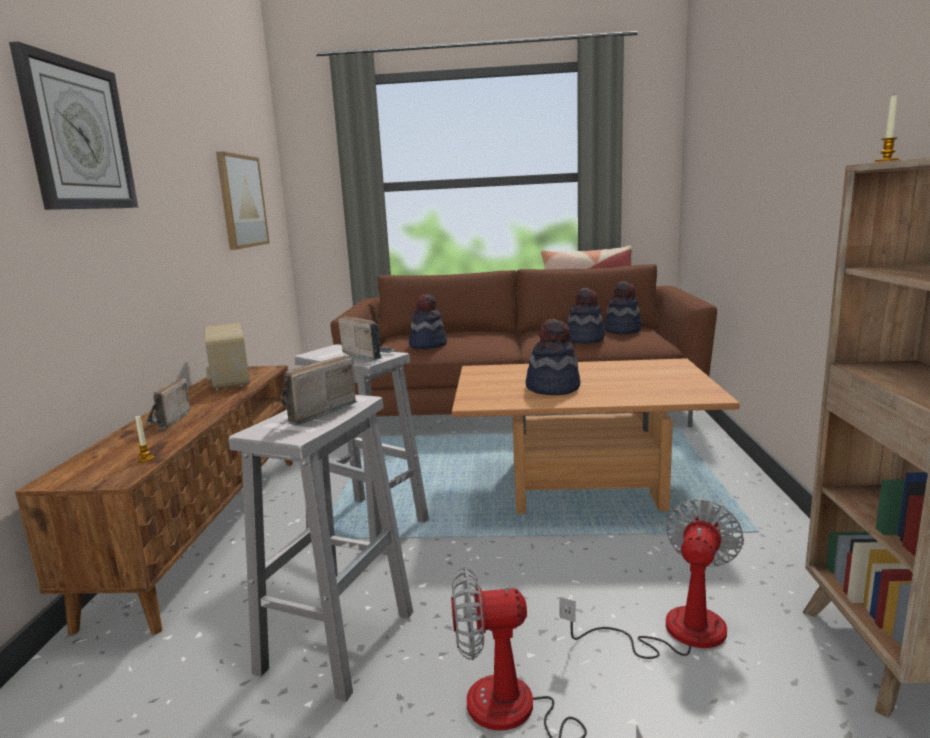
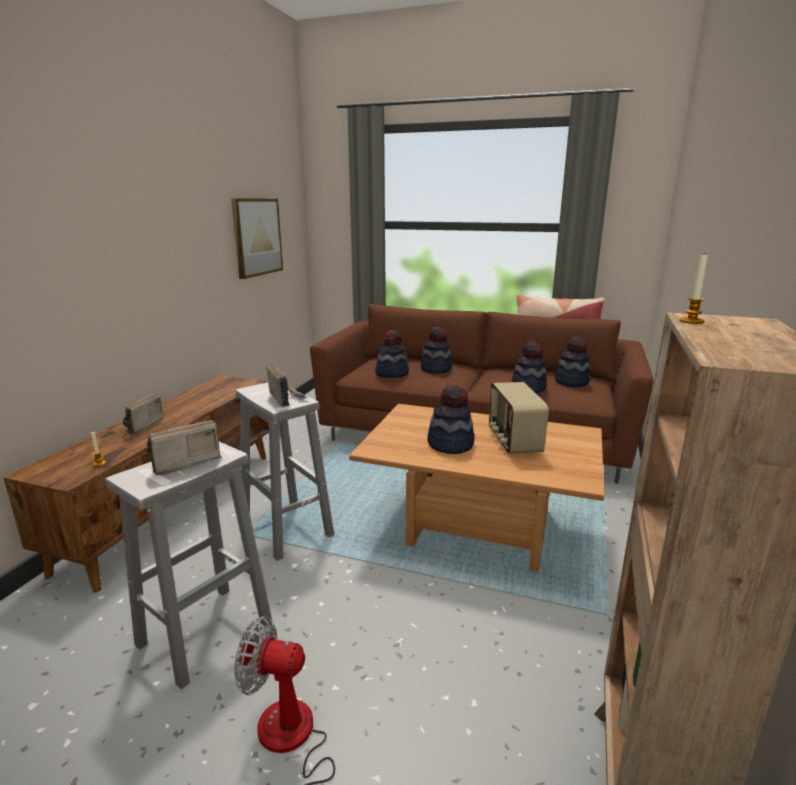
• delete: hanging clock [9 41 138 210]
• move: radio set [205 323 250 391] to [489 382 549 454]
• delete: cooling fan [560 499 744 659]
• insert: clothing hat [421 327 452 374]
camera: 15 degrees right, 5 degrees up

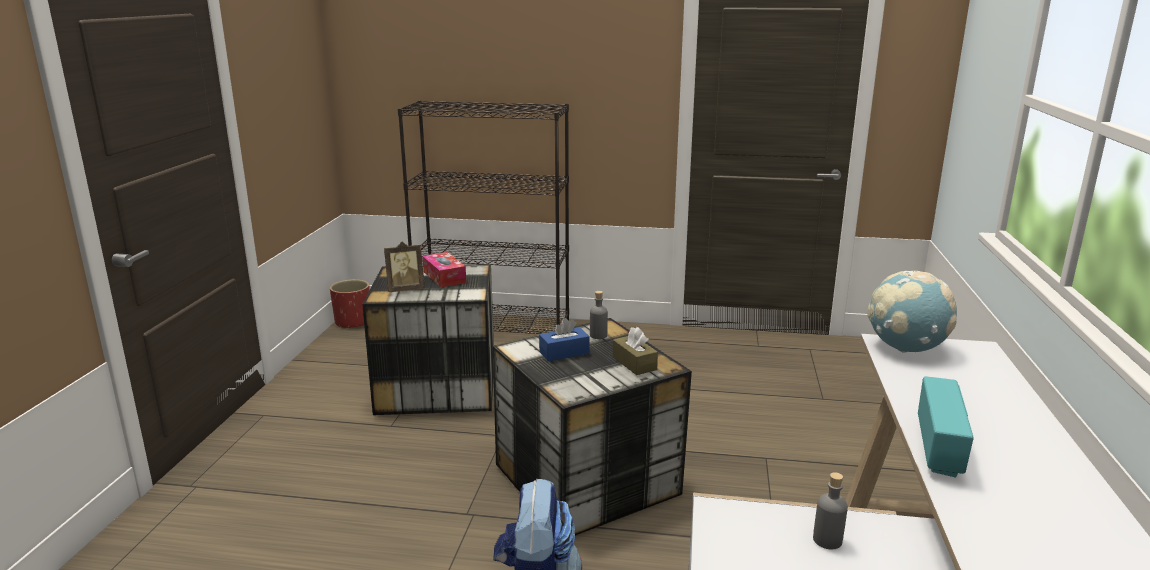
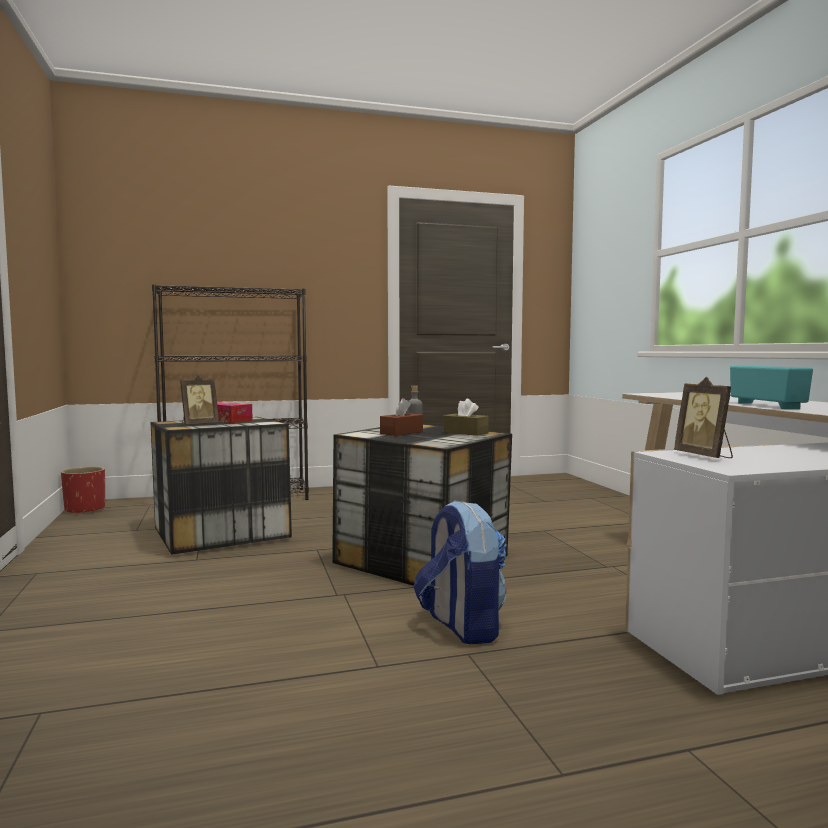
• recolor: tissue holder/blue-coloured [539 318 590 361] to tissue holder/brown-coloured [380 398 423 436]
• delete: beverage bottle/grey [813 472 848 549]
• delete: globe [867 271 957 353]
• insert: standing frame [674 377 733 458]
camera: 25 degrees left, 15 degrees down

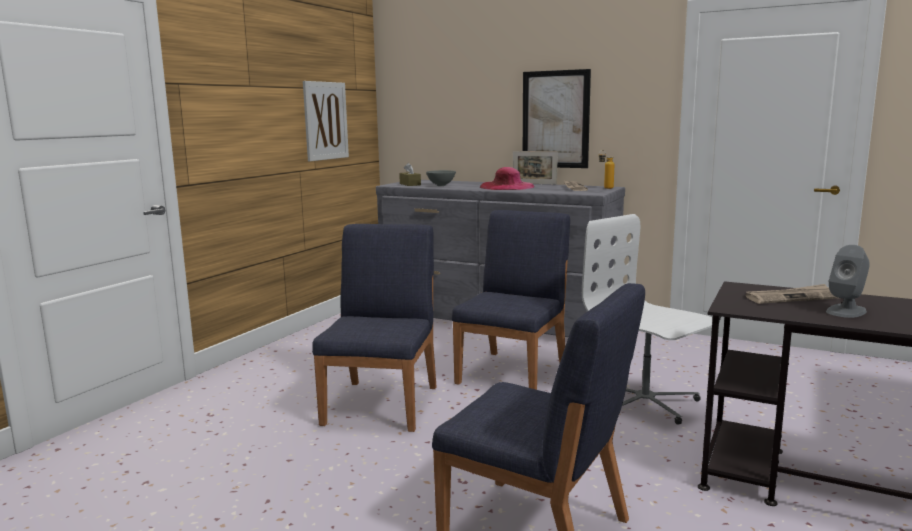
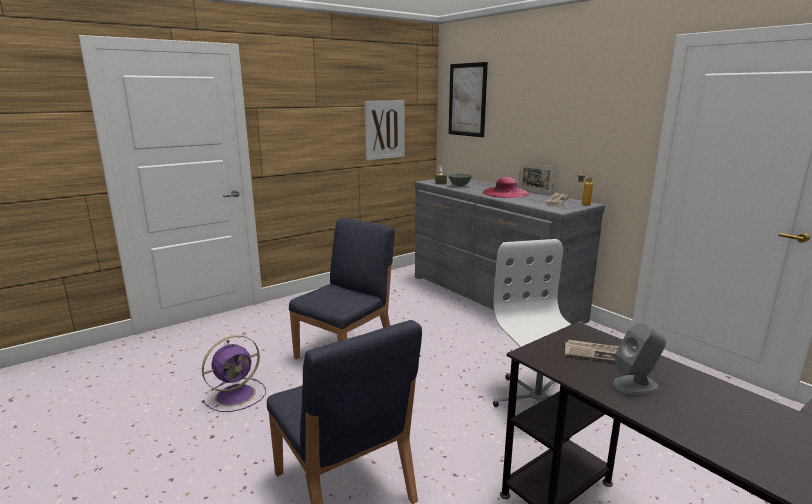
• delete: upright chair/blue-coloured [452 210 570 390]
• move: wall picture [523 69 591 168] to [448 62 488 137]
• insert: cooling fan/purplish [202 335 266 412]
camera: 25 degrees right, 5 degrees up

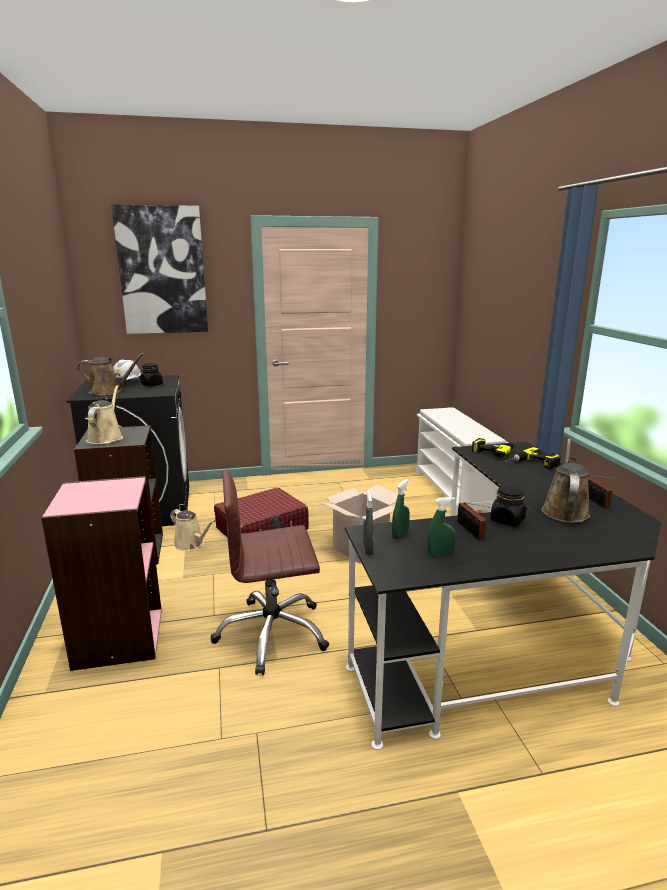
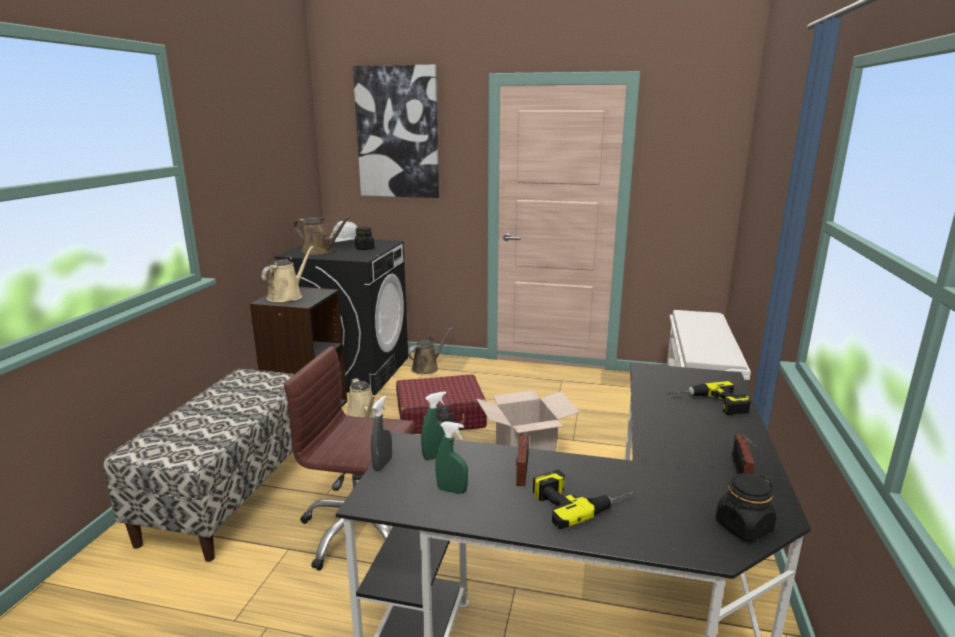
• replace: bookcase/pinkish [41 476 162 671] to bench [104 369 295 562]
• move: drill [472 438 517 458] to [533 470 635 529]
• move: jar/black-coloured [490 485 526 526] to [716 473 776 542]
• move: watering can/brown-coloured [542 439 590 523] to [408 327 452 374]
camera: 25 degrees right, 0 degrees up

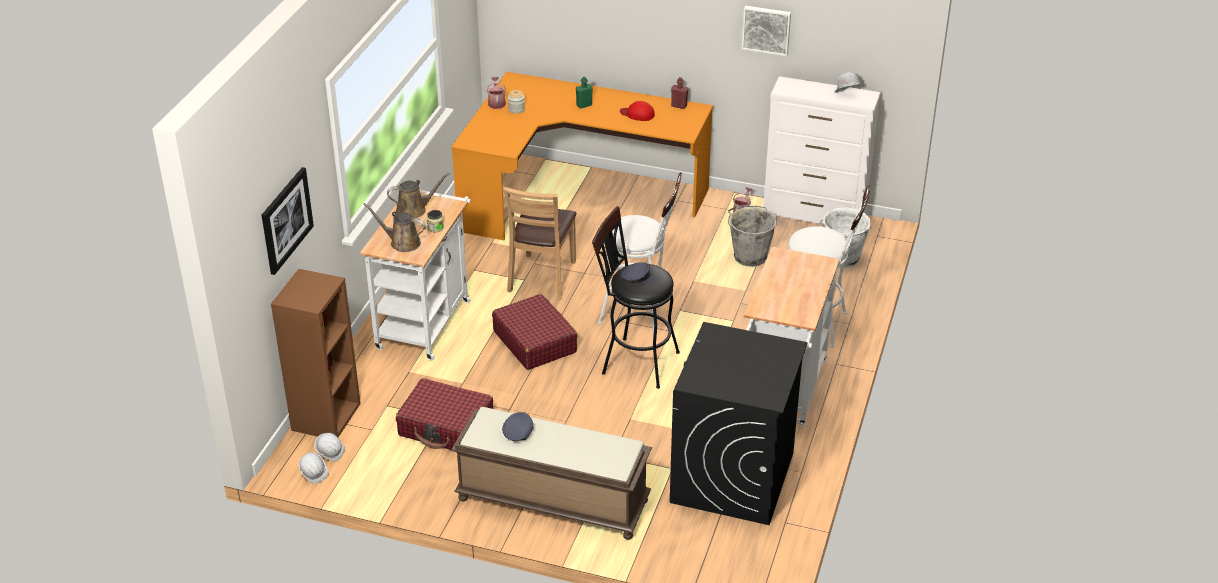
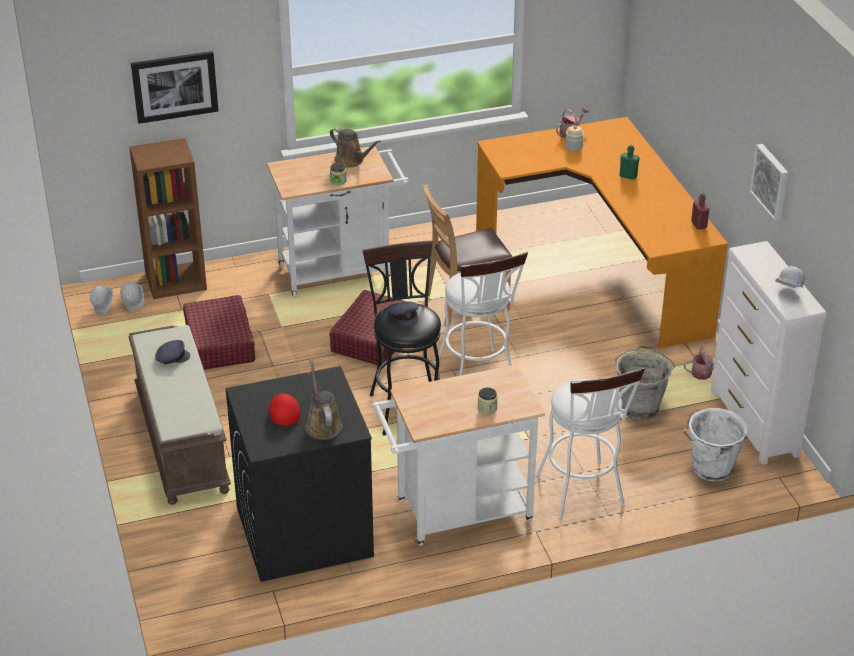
• move: watering can/brown-coloured [363 203 426 252] to [306 359 342 440]
• move: peaked cap/red [620 101 655 121] to [269 393 300 425]
• insert: jar [478 388 498 415]
camera: 55 degrees right, 0 degrees up

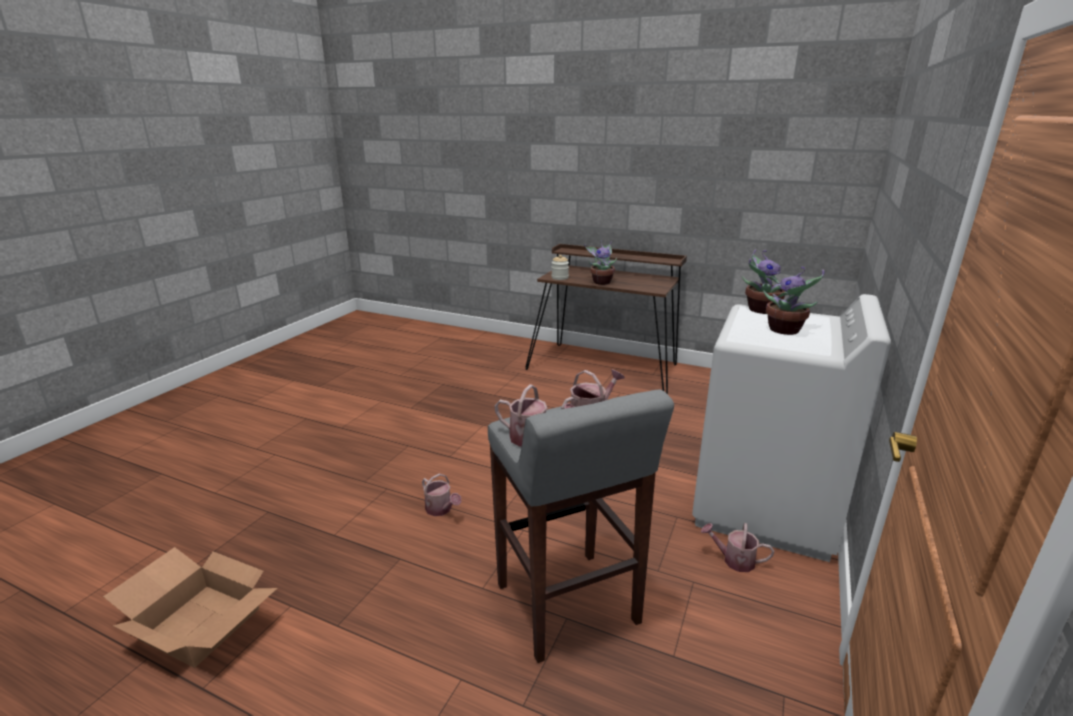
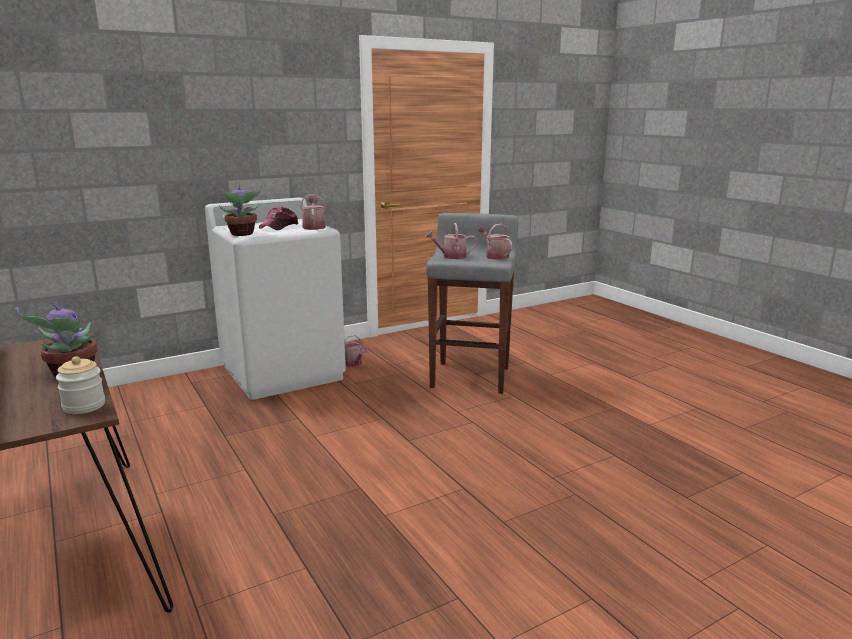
• delete: cardboard box [103 547 277 667]
• move: watering can [422 474 461 516] to [300 194 326 230]
• replace: potted plant [763 267 824 335] to peaked cap [259 207 298 230]
camera: 145 degrees left, 5 degrees down

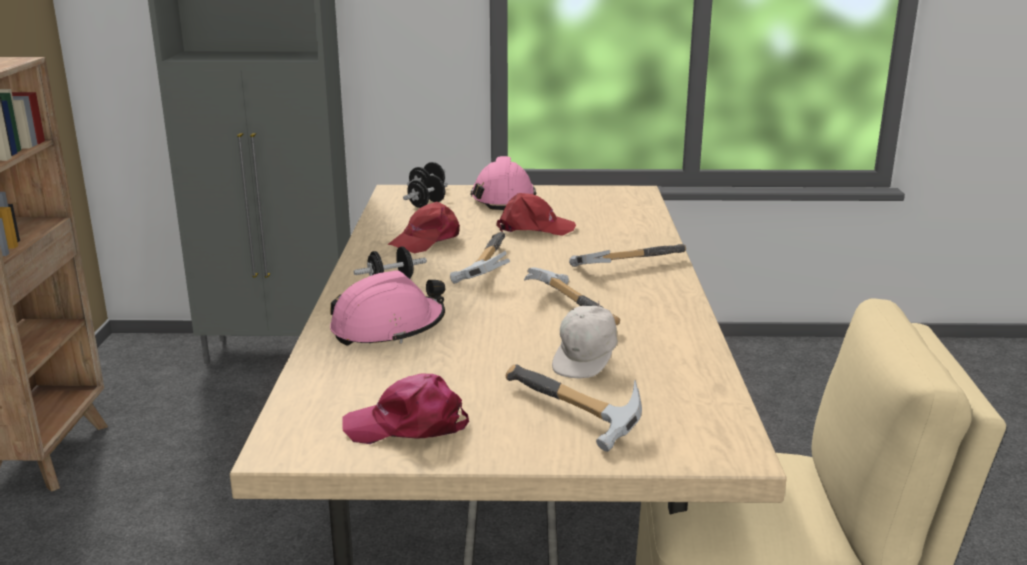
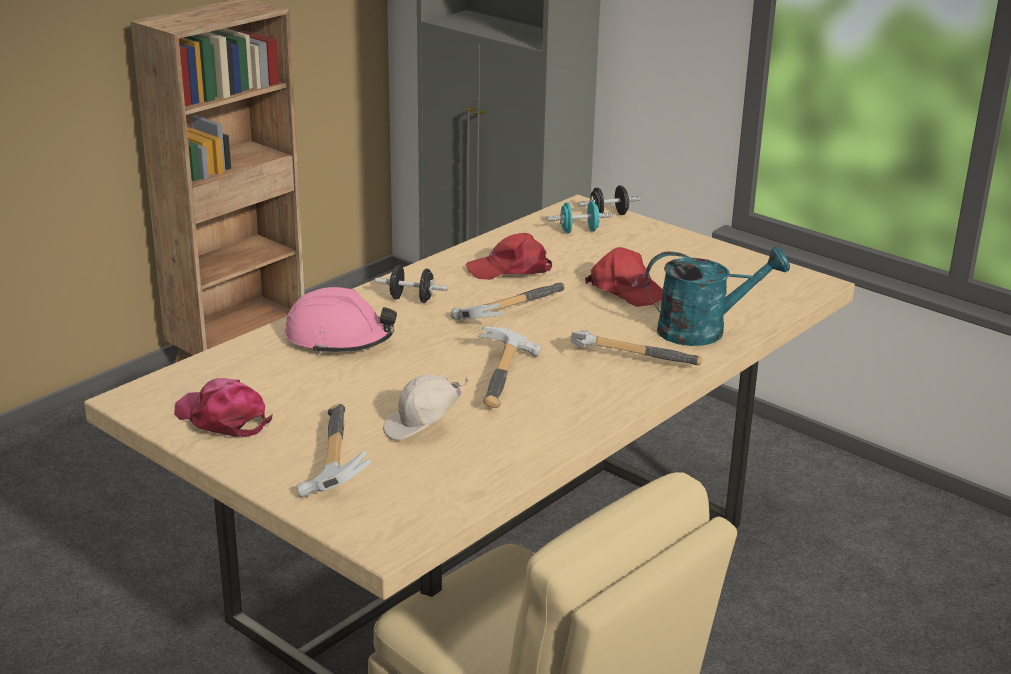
• recolor: hand weight/black-coloured [403 175 448 208] to hand weight/turquoise-coloured [547 201 613 233]
• delete: work helmet/pinkish [470 156 536 210]
• insert: watering can/turquoise-coloured [645 246 790 346]
camera: 40 degrees right, 5 degrees up

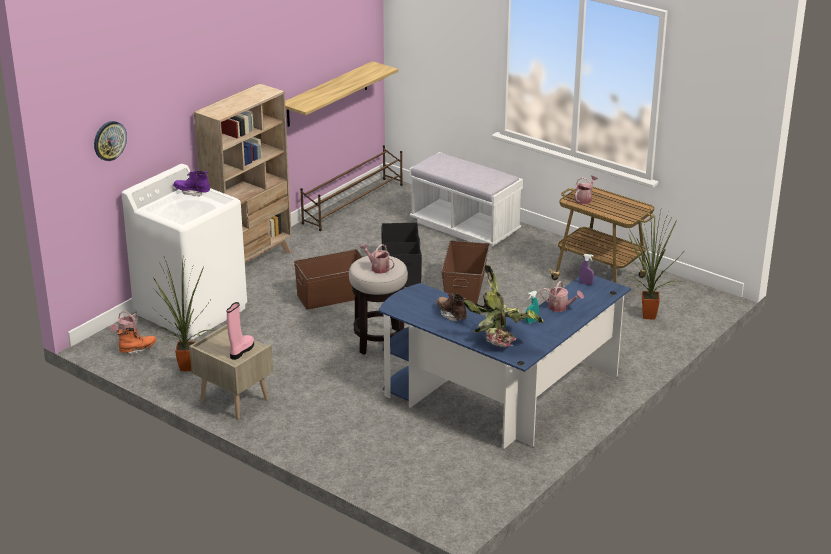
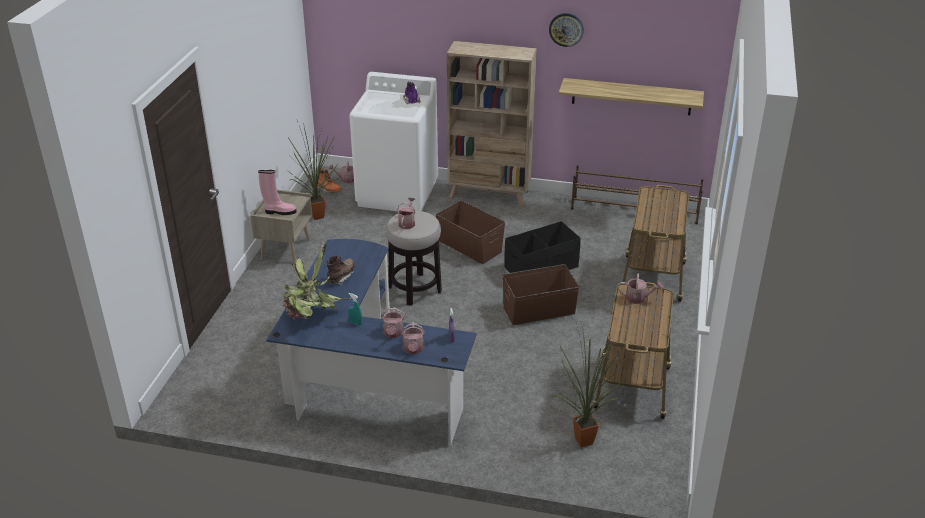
• move: hanging clock [94 121 127 161] to [549 13 584 47]
• replace: bench/whitish [410 152 523 249] to cart [623 185 689 302]
• insert: watering can [402 322 425 354]
camera: 65 degrees right, 5 degrees up

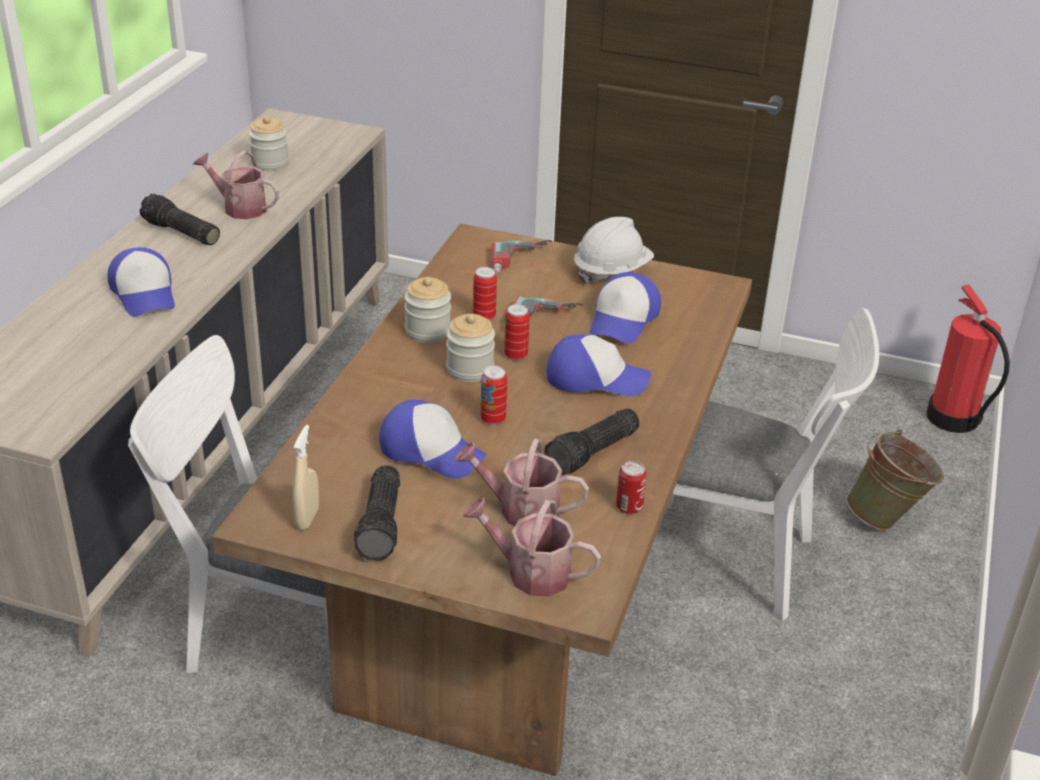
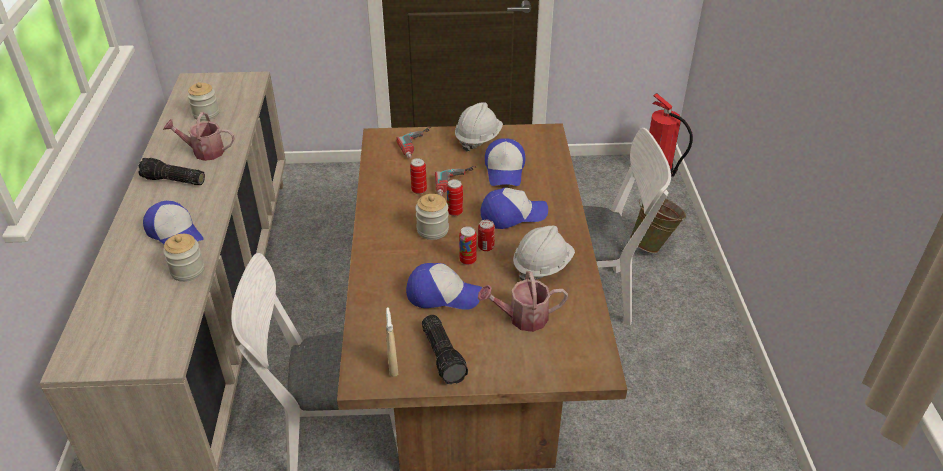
• move: jar [404 277 451 343] to [163 234 204 282]
• delete: watering can [463 498 601 596]
• replace: flashlight [544 408 640 475] to work helmet/whitish [513 226 575 281]
• move: metal can [616 461 647 514] to [478 220 495 252]
camera: 20 degrees left, 5 degrees up

